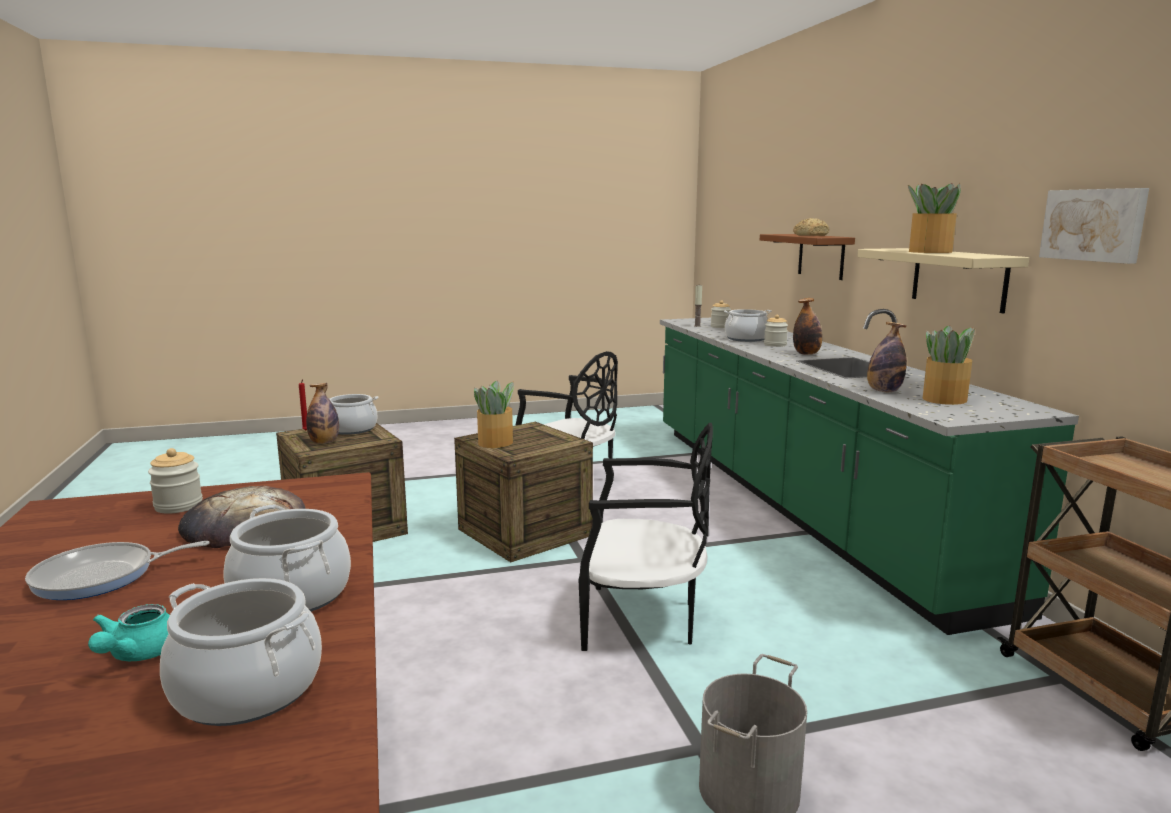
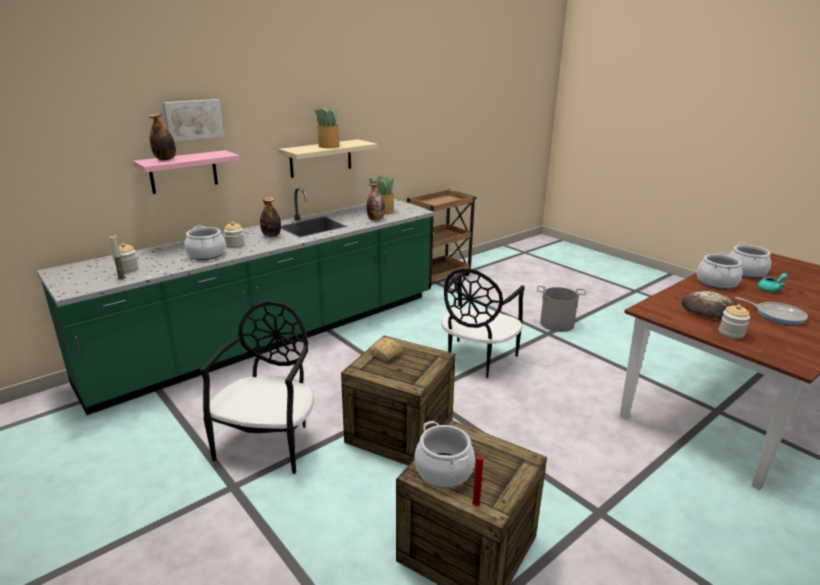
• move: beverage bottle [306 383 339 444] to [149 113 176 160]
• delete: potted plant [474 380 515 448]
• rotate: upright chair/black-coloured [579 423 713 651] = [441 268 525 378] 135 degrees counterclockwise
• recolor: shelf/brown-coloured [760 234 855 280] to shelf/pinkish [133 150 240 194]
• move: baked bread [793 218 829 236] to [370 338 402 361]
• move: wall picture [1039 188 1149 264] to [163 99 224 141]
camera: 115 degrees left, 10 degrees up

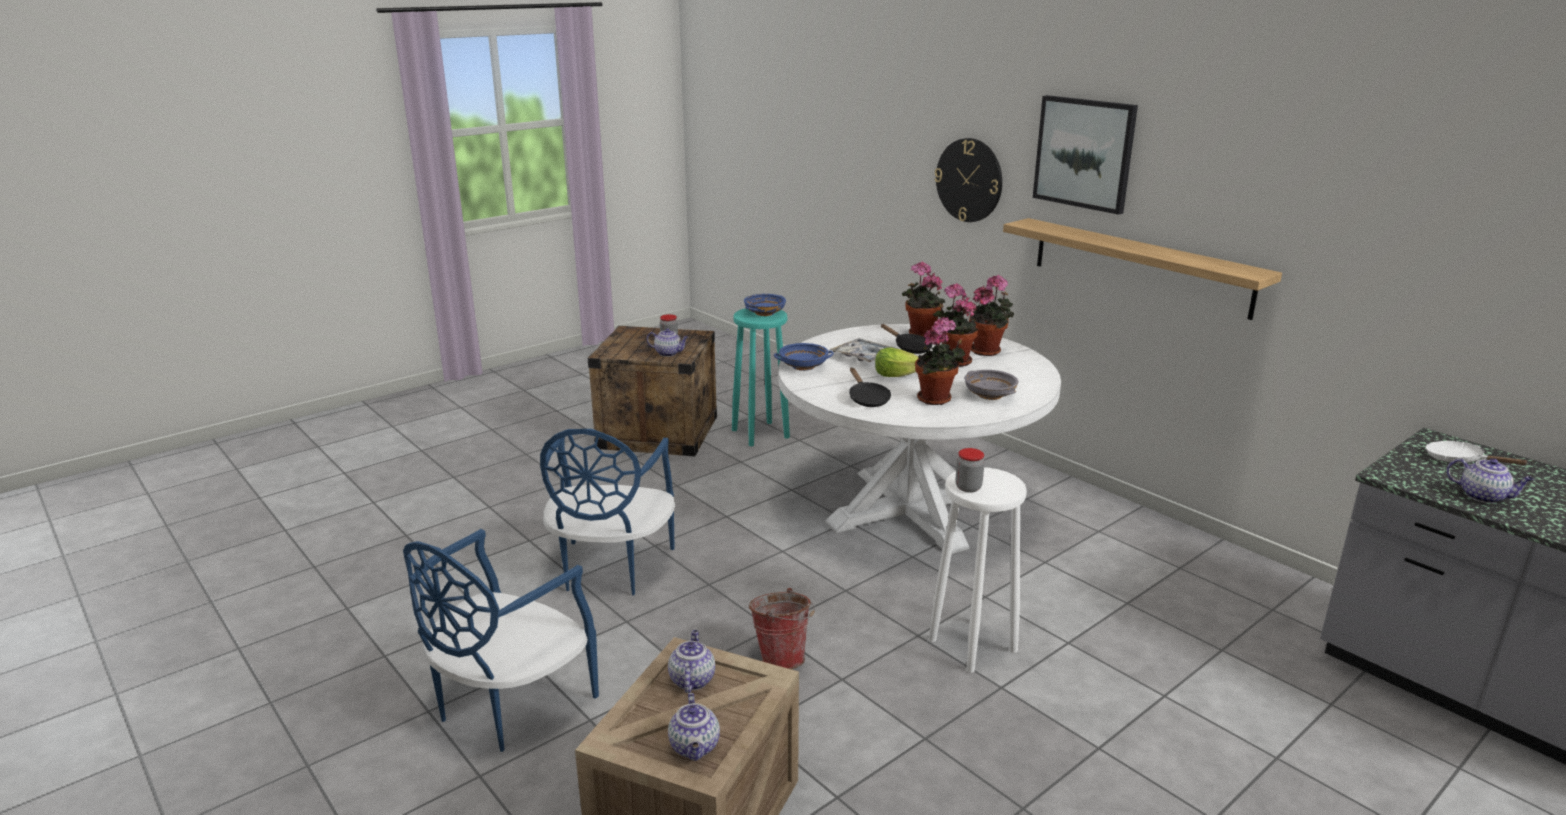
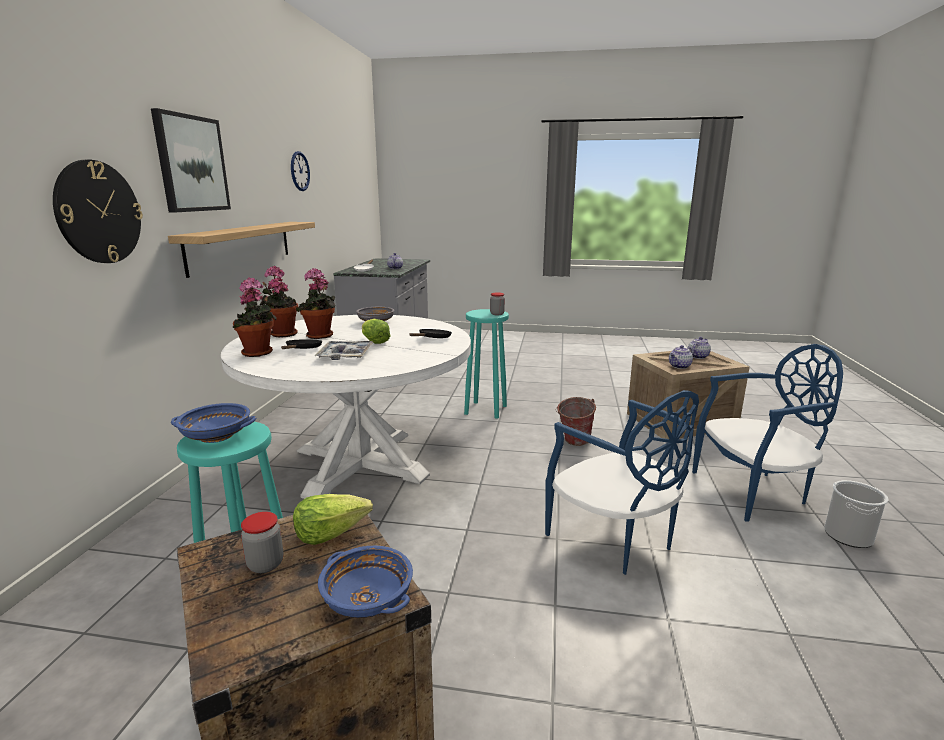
• rotate: upright chair/blue-coloured [540 429 675 595] = [545 390 699 575] 90 degrees clockwise
• replace: pot for tea [647 329 689 357] to head of lettuce [293 494 373 545]
• move: deep dish/blue-coloured [774 343 834 371] to [318 546 413 618]
• delete: potted plant [915 317 965 405]
• recolor: stool seat/whitish [929 467 1027 673] to stool seat/turquoise-coloured [464 309 509 419]
• insert: hanging clock [291 151 310 191]
• insert: bucket [824 480 889 548]
camera: 130 degrees left, 5 degrees down

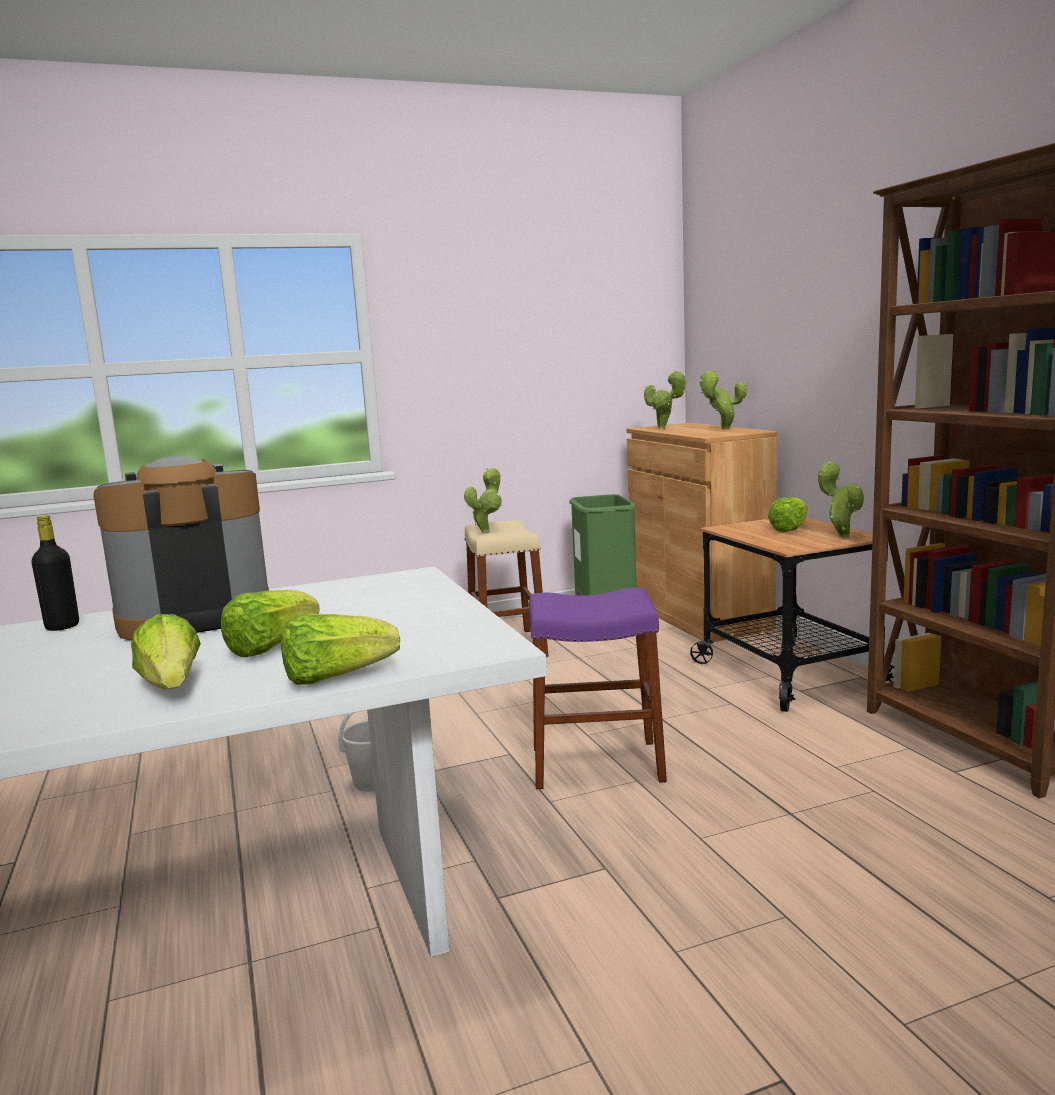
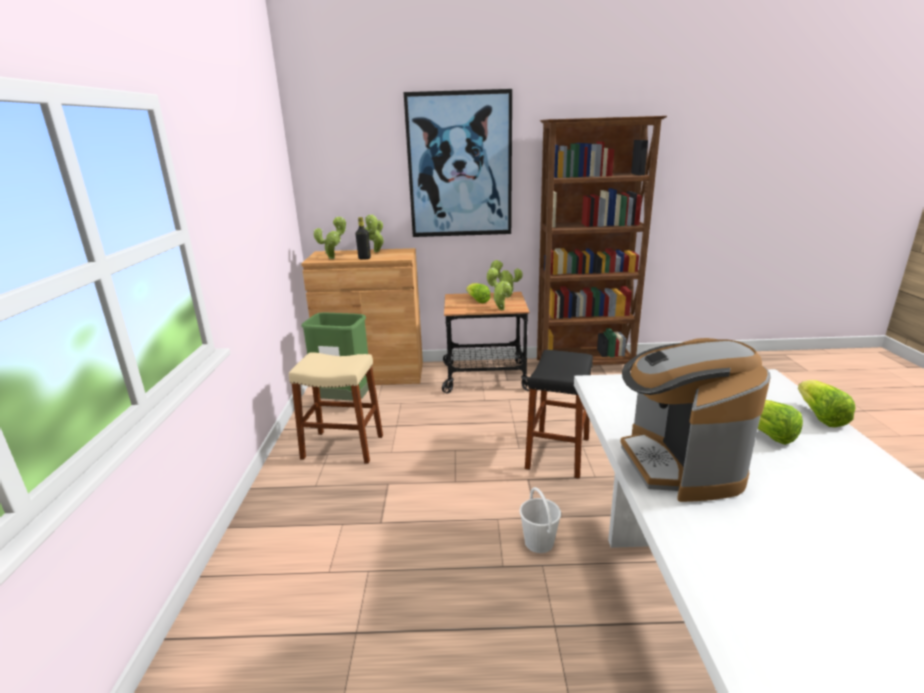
• move: beverage bottle/black-coloured [31 515 79 631] to [356 217 371 260]
• delete: head of lettuce [131 614 201 690]
• move: potted plant [464 468 502 532] to [487 268 512 310]
• recolor: stool seat/purplish [529 588 667 789] to stool seat/black-coloured [525 350 593 479]
• insert: wall picture [404 89 512 237]
camera: 70 degrees left, 10 degrees up

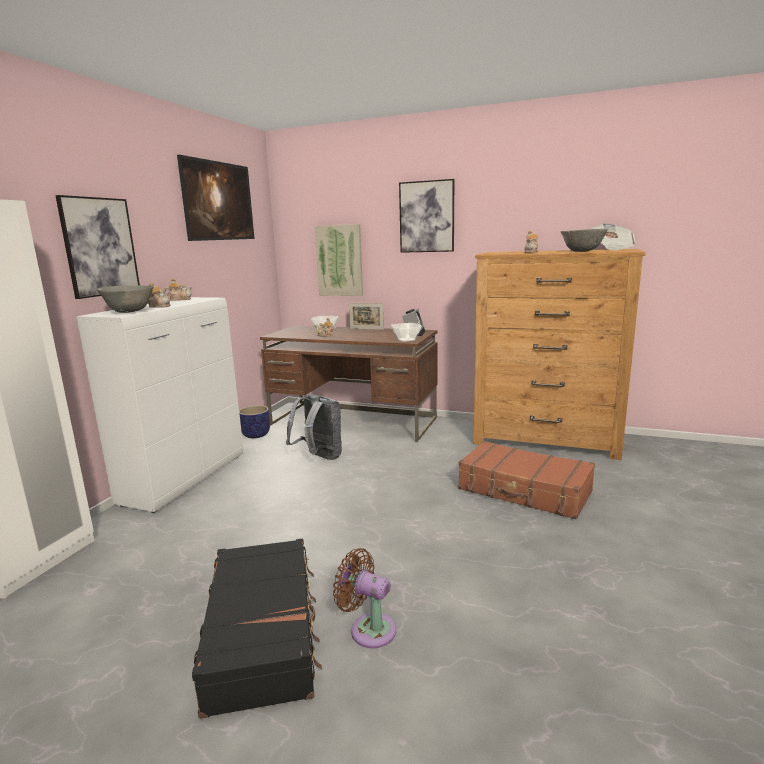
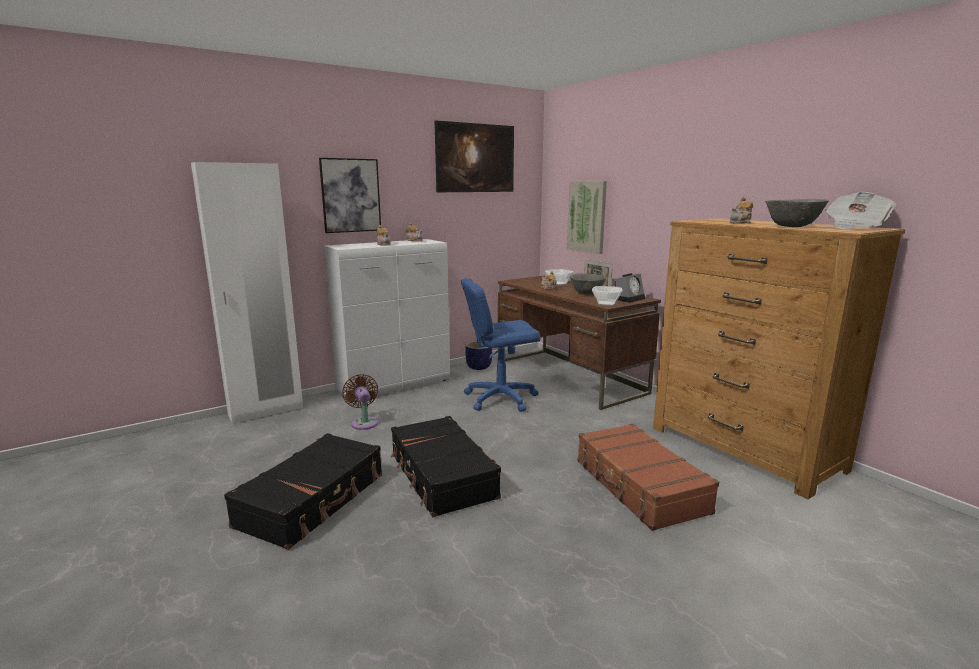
• move: deep dish/grey [97 285 154 313] to [570 274 607 295]
• replace: rucksack/grey [286 394 342 460] to office chair/blue-coloured [461 278 541 412]
• move: cooling fan/brown-coloured [333 548 396 648] to [342 374 378 430]
• delete: wall picture [399 179 454 253]
• insert: piece of luggage/black-coloured [391 416 501 517]
camera: 35 degrees right, 0 degrees up

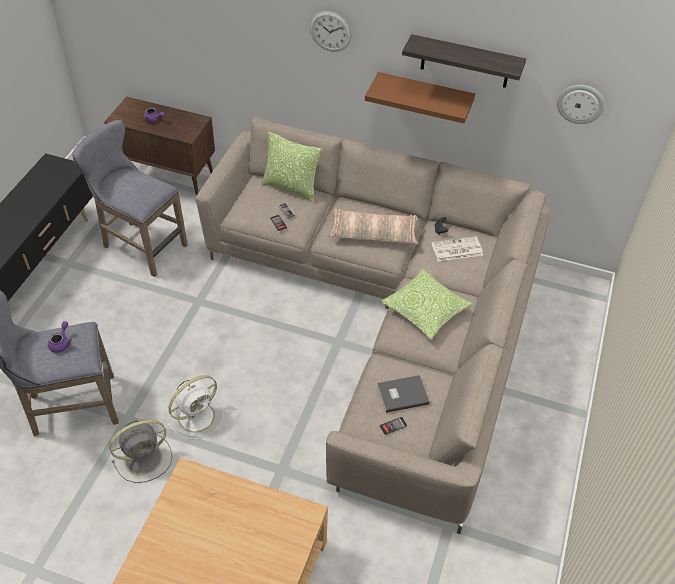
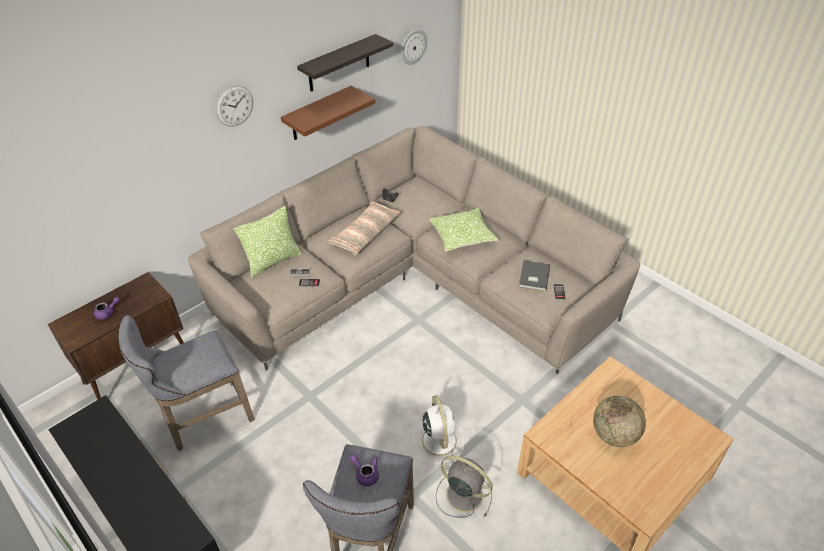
• rotate: cooling fan/grey [109 420 172 483] = [436 456 493 518] 60 degrees counterclockwise
• delete: daily paper [431 236 483 261]
• insert: globe [593 396 646 447]
camera: 60 degrees left, 5 degrees down

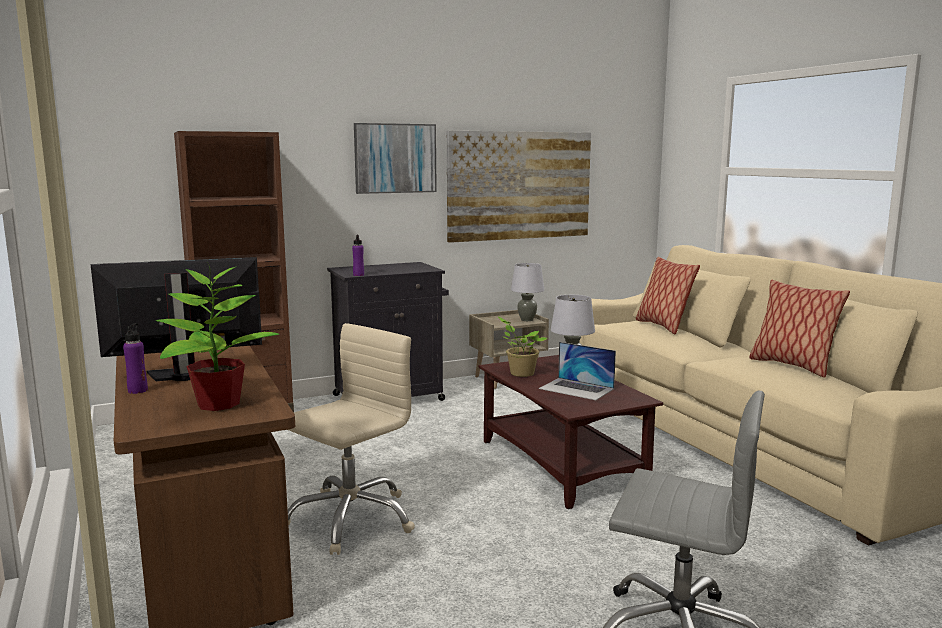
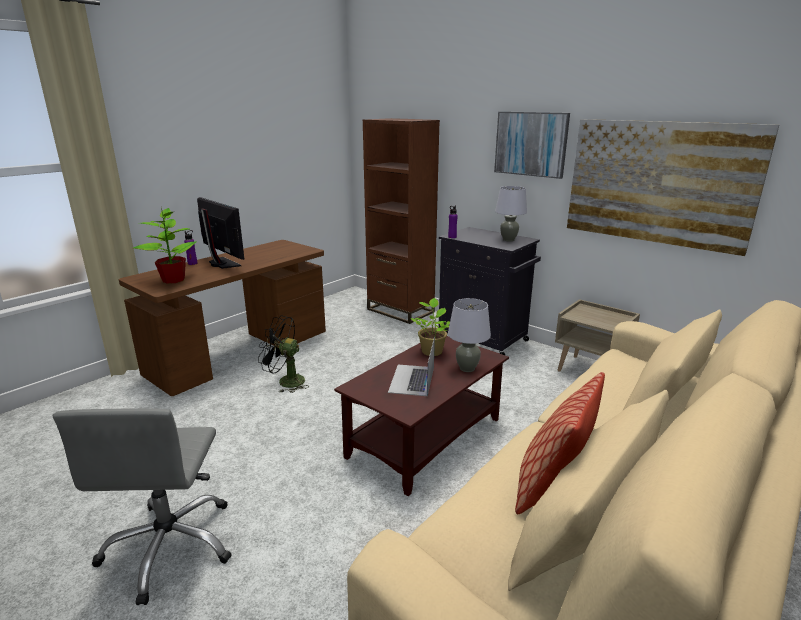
• replace: office chair/beige-coloured [288 323 415 555] to cooling fan/black-coloured [258 316 309 393]
• move: lamp for a table/grey [511 263 544 321] to [495 186 527 241]
• delete: pillow [636 257 700 334]
camera: 65 degrees right, 10 degrees up

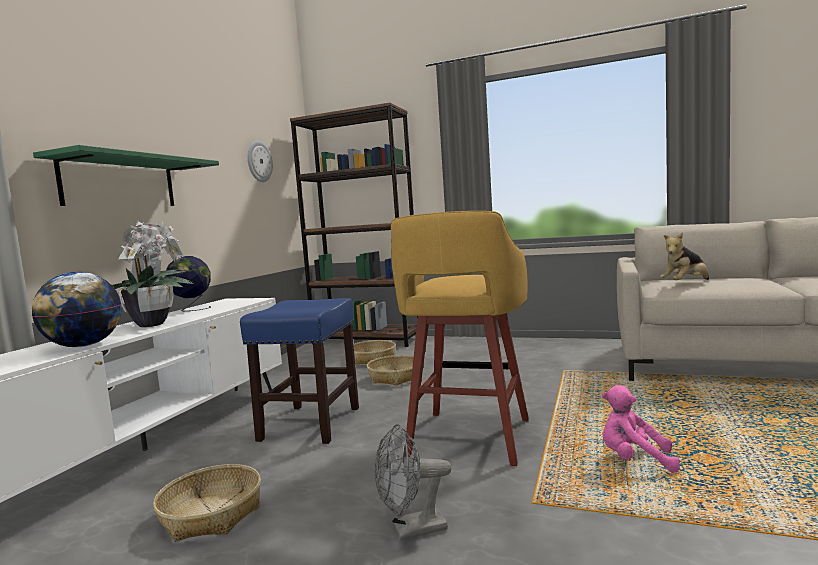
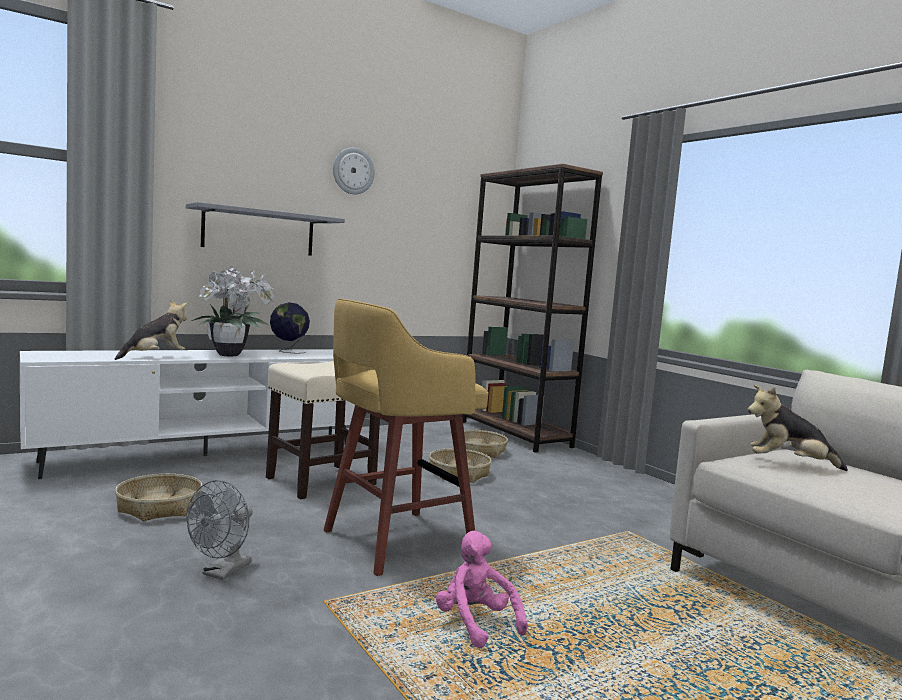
• replace: globe [32 272 122 347] to cuddly toy [115 300 187 360]
• recolor: shelf/greenish [33 145 219 206] to shelf/grey [186 202 345 256]
• recolor: stool seat/blue-coloured [240 298 359 444] to stool seat/beige-coloured [266 361 380 499]
• move: hanging clock [247 141 273 182] to [333 148 375 195]
• rotate: cooling fan/grey [375 424 451 540] = [186 480 253 580] 90 degrees counterclockwise
camera: 35 degrees right, 0 degrees up

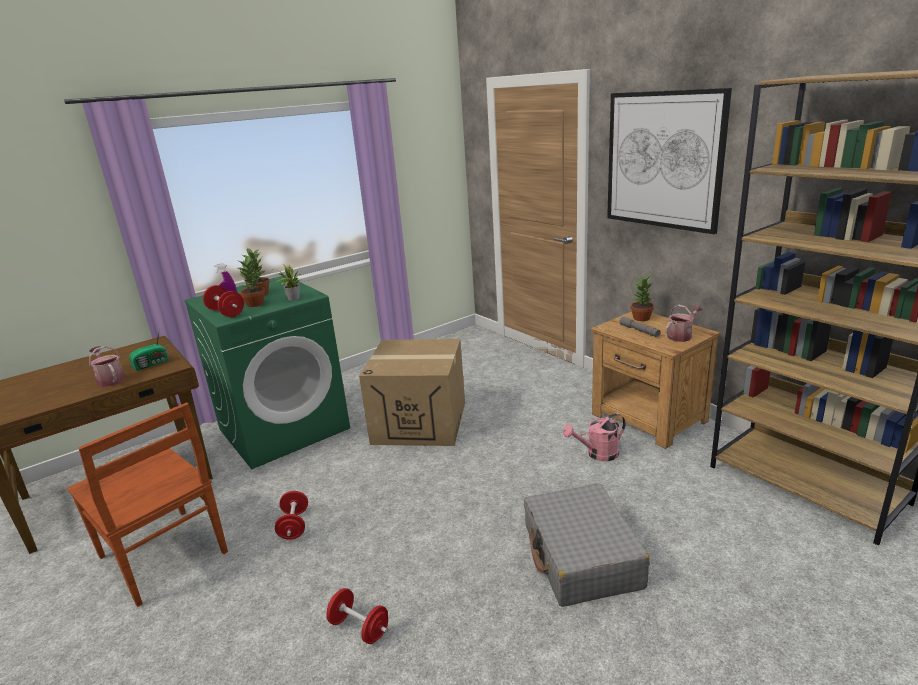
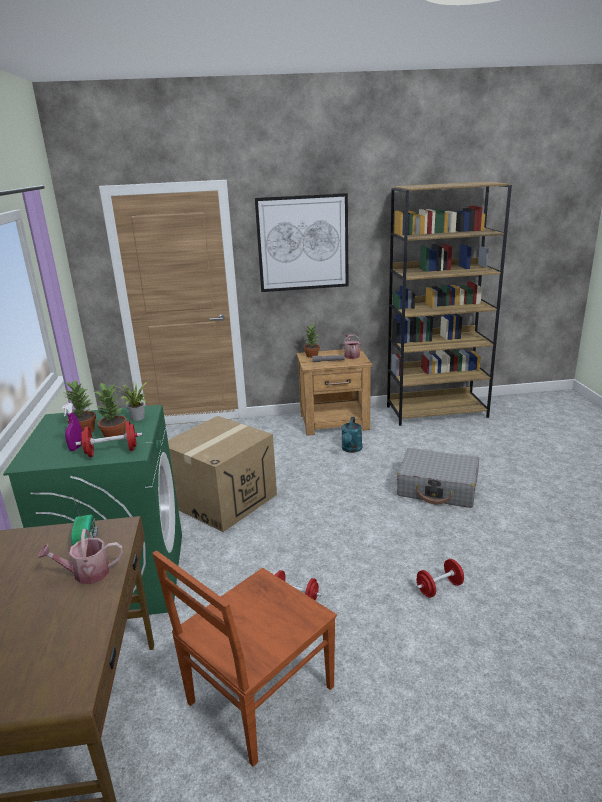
• rotate: upright chair/brown-coloured [67 403 228 607] = [153 551 337 767] 150 degrees clockwise
• recolor: watering can/pinkish [563 413 626 461] to watering can/turquoise-coloured [341 417 362 453]
camera: 60 degrees left, 0 degrees up

